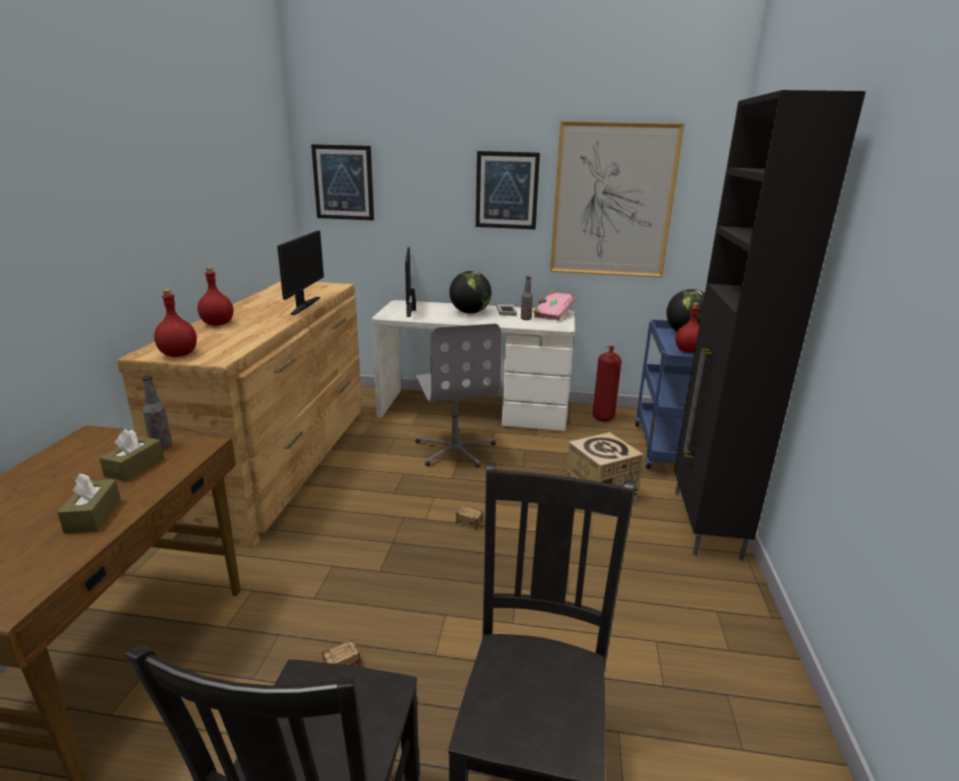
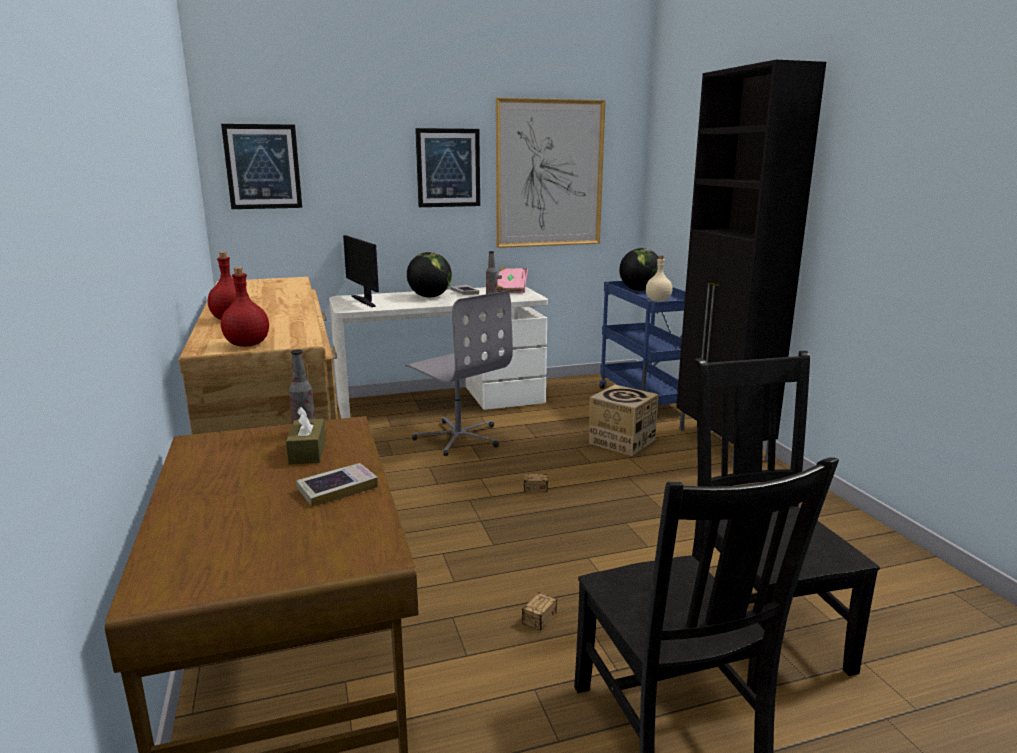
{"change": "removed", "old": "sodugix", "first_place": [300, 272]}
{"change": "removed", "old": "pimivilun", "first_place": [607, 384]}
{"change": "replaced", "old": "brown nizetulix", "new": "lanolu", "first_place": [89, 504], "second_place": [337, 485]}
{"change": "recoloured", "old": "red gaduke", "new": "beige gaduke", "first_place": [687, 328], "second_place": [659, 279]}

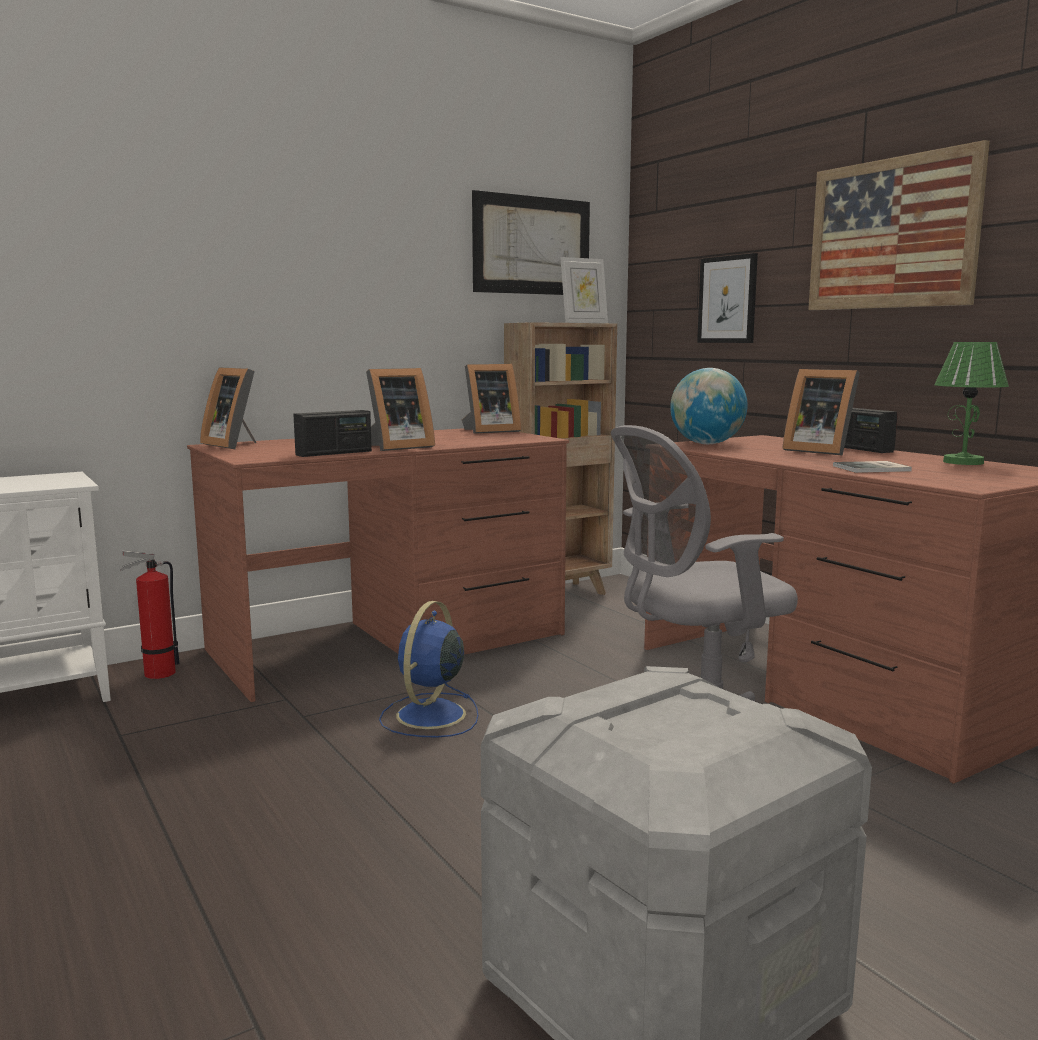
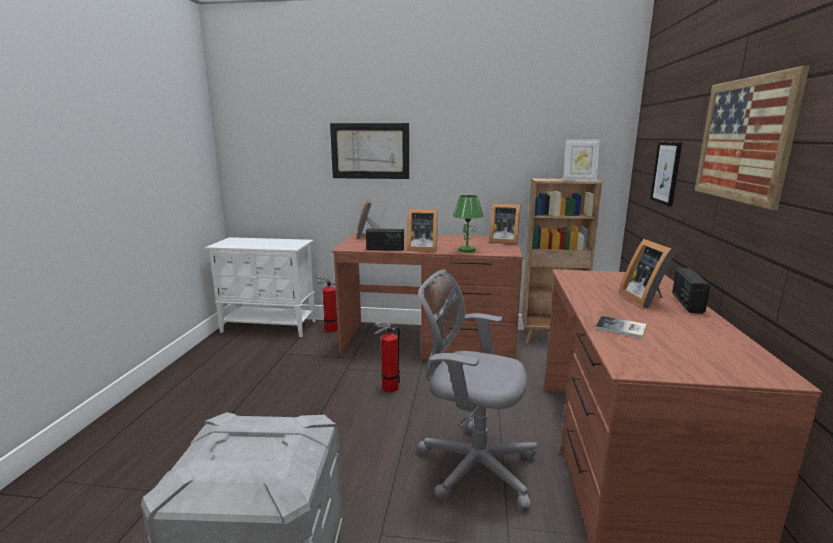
{"change": "removed", "old": "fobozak", "first_place": [709, 406]}
{"change": "moved", "old": "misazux", "first_place": [531, 242], "second_place": [369, 151]}
{"change": "moved", "old": "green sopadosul", "first_place": [971, 403], "second_place": [468, 224]}
{"change": "replaced", "old": "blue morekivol", "new": "pimivilun", "first_place": [428, 669], "second_place": [387, 357]}

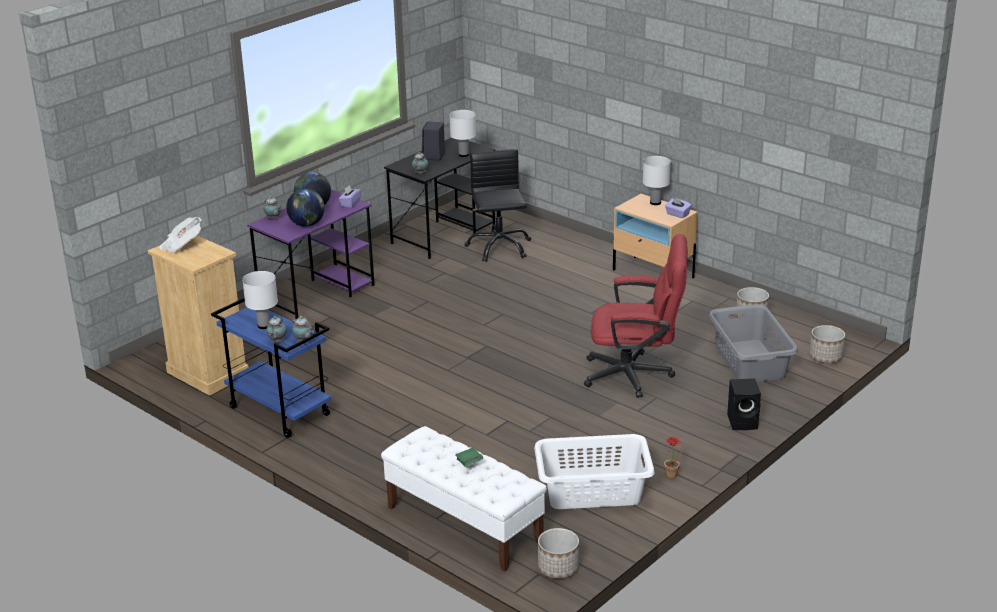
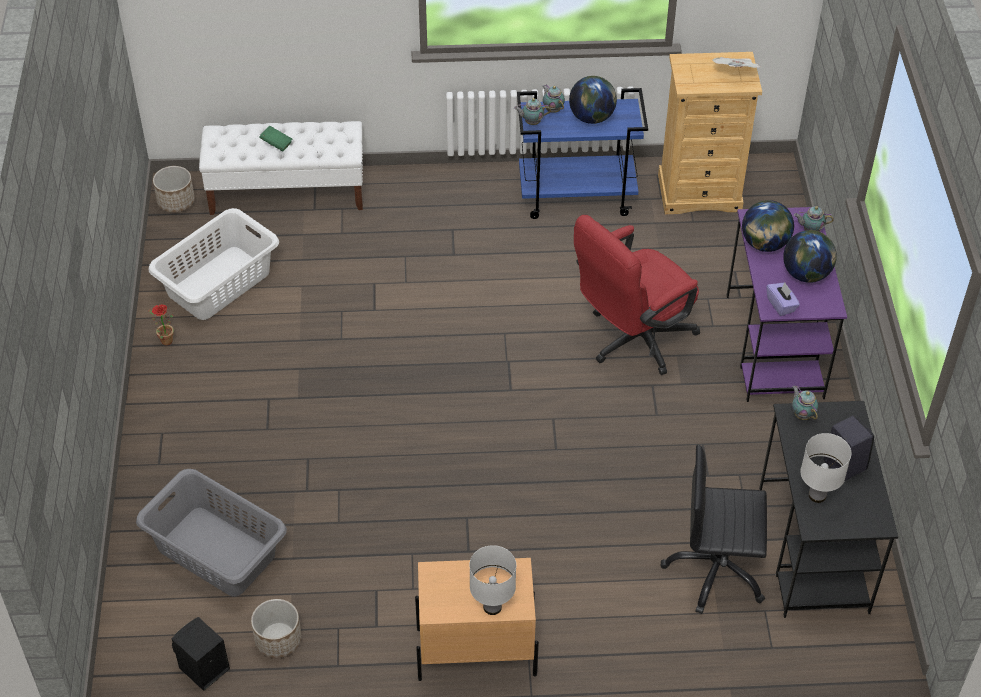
{"change": "removed", "old": "purple nizetulix", "first_place": [678, 208]}
{"change": "removed", "old": "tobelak", "first_place": [827, 344]}
{"change": "moved", "old": "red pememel", "first_place": [636, 316], "second_place": [637, 295]}
{"change": "moved", "old": "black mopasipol", "first_place": [744, 404], "second_place": [201, 654]}
{"change": "replaced", "old": "white sopadosul", "new": "fobozak", "first_place": [260, 300], "second_place": [593, 100]}
{"change": "turned", "old": "black pememel", "first_place": [497, 205], "second_place": [714, 529], "degrees": 150}

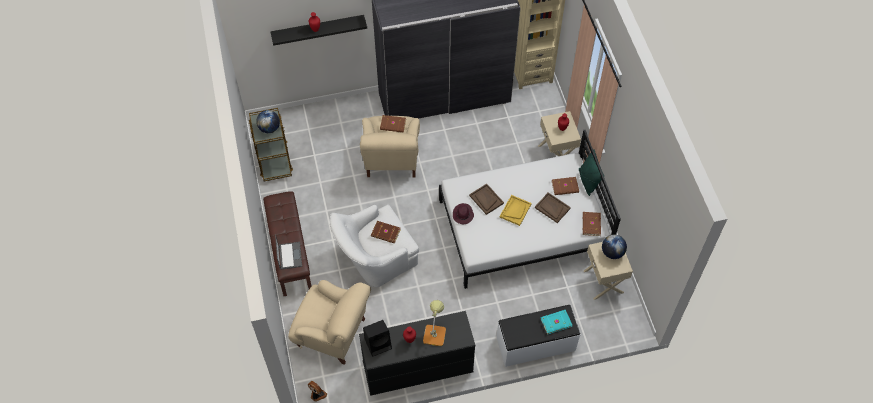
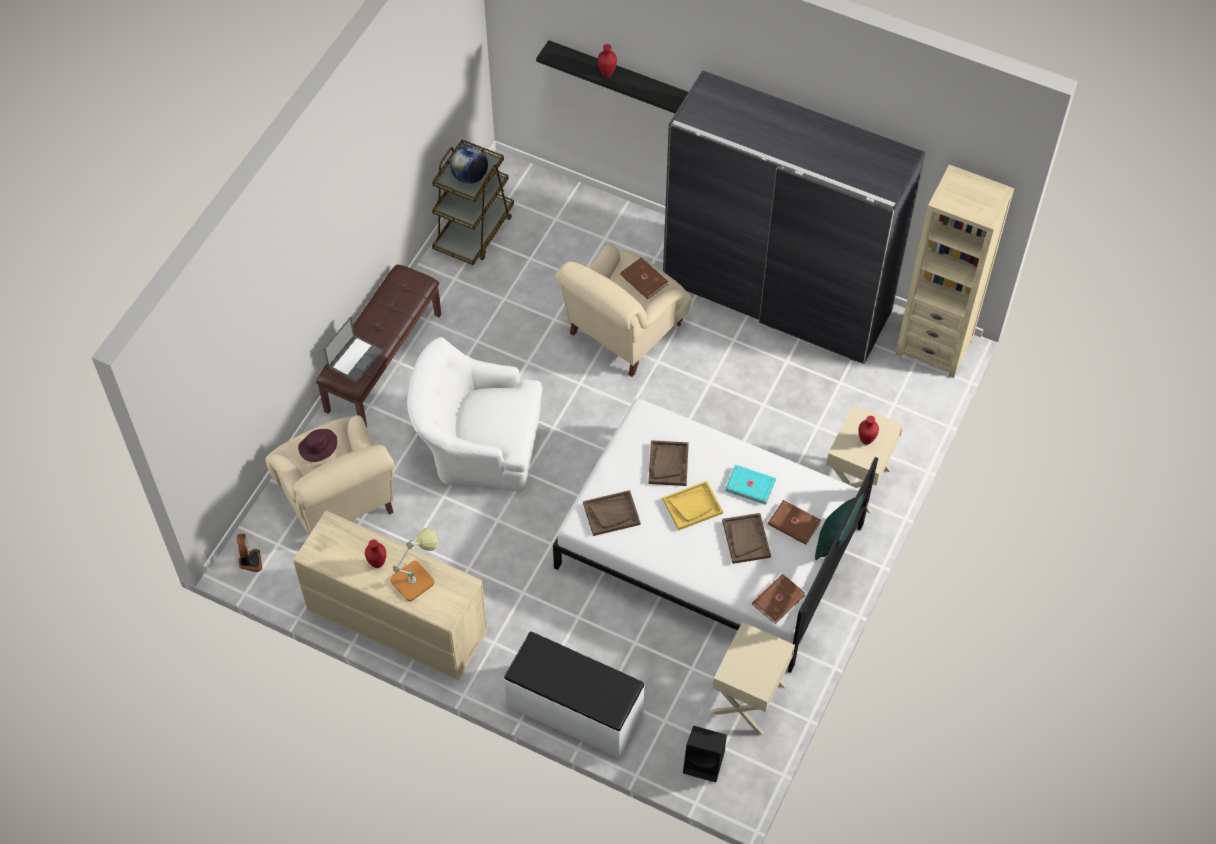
{"change": "removed", "old": "brown lanolu", "first_place": [386, 232]}
{"change": "removed", "old": "fobozak", "first_place": [614, 246]}
{"change": "added", "new": "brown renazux", "second_place": [611, 513]}
{"change": "moved", "old": "black mopasipol", "first_place": [377, 338], "second_place": [705, 754]}
{"change": "moved", "old": "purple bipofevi", "first_place": [463, 213], "second_place": [318, 445]}
{"change": "moved", "old": "turquoise lanolu", "first_place": [556, 322], "second_place": [750, 485]}
{"change": "recoloured", "old": "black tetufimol", "new": "beige tetufimol", "first_place": [417, 353], "second_place": [390, 596]}

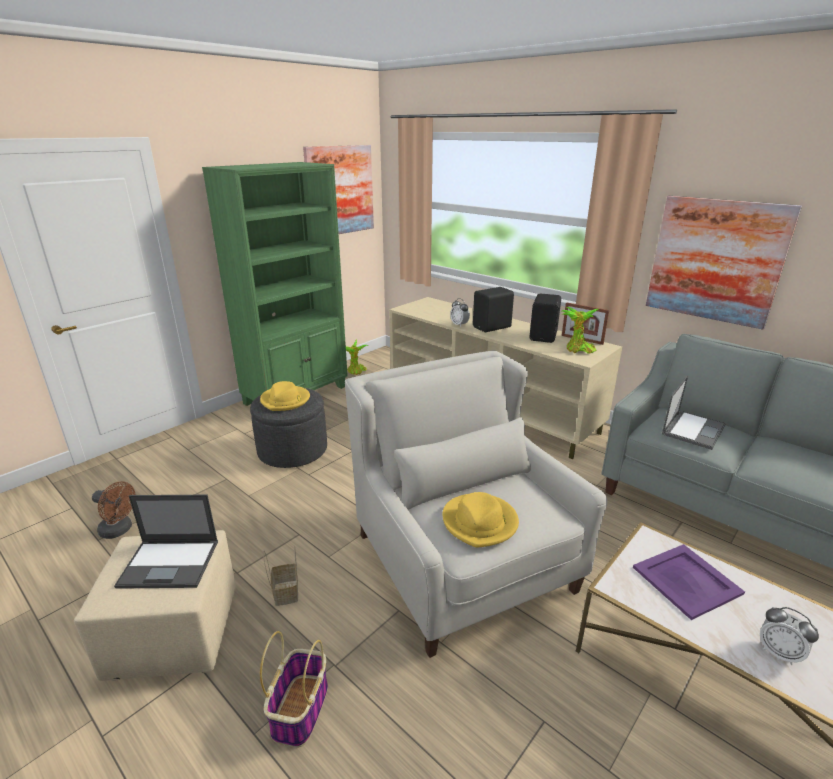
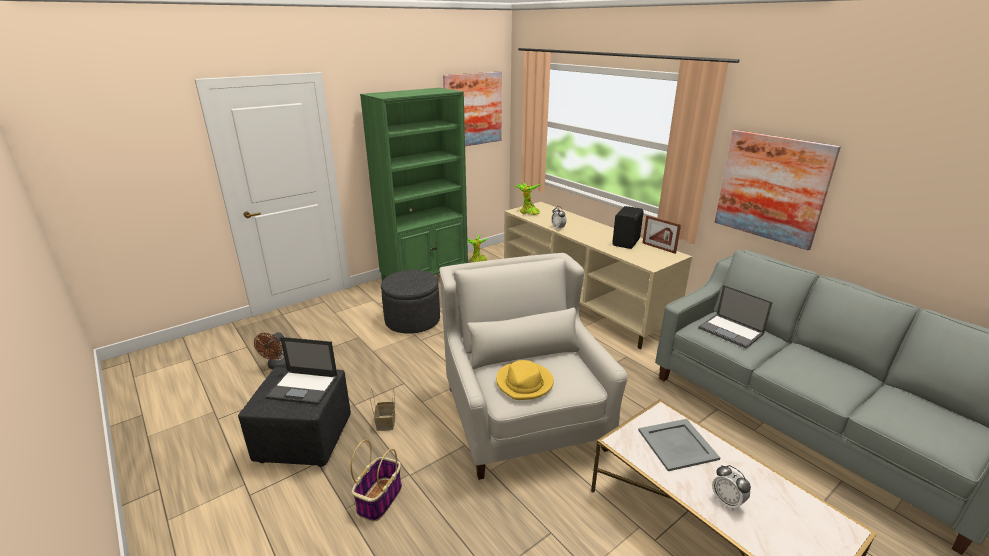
{"change": "removed", "old": "yellow bipofevi", "first_place": [285, 396]}
{"change": "removed", "old": "black mopasipol", "first_place": [493, 309]}
{"change": "moved", "old": "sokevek", "first_place": [580, 330], "second_place": [528, 199]}
{"change": "recoloured", "old": "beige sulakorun", "new": "black sulakorun", "first_place": [155, 605], "second_place": [294, 417]}
{"change": "recoloured", "old": "purple renazux", "new": "grey renazux", "first_place": [689, 582], "second_place": [679, 445]}
{"change": "turned", "old": "brown morekivol", "first_place": [114, 510], "second_place": [270, 350], "degrees": 75}
{"change": "turned", "old": "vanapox", "first_place": [694, 413], "second_place": [735, 317], "degrees": 90}

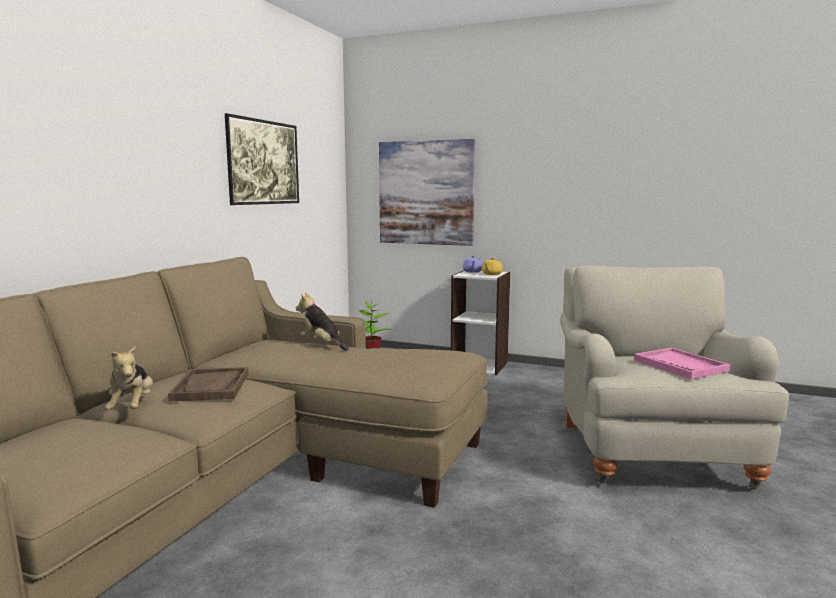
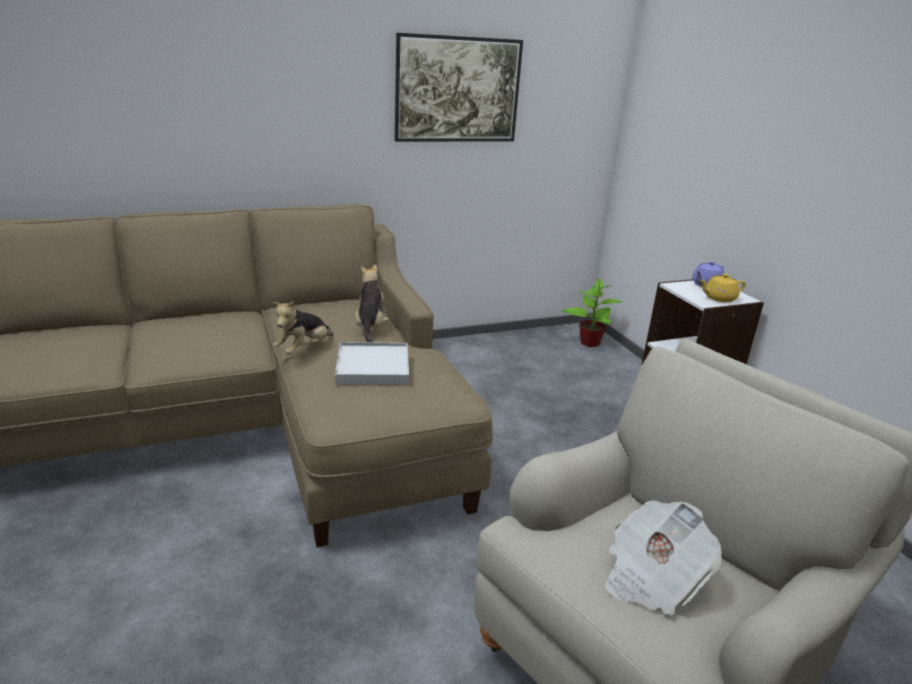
{"change": "removed", "old": "brown renazux", "first_place": [208, 384]}
{"change": "removed", "old": "misazux", "first_place": [427, 192]}
{"change": "added", "new": "white renazux", "second_place": [372, 363]}
{"change": "moved", "old": "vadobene", "first_place": [129, 377], "second_place": [302, 327]}
{"change": "replaced", "old": "pink renazux", "new": "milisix", "first_place": [682, 363], "second_place": [663, 557]}

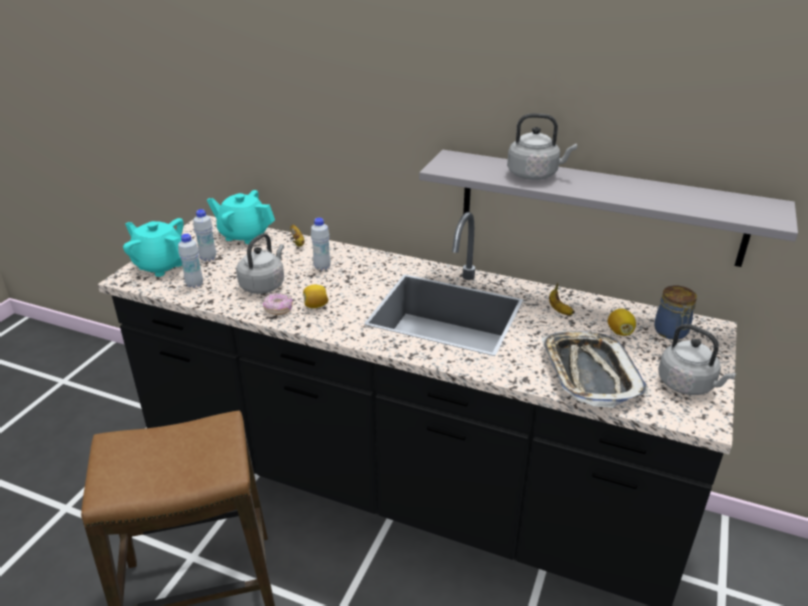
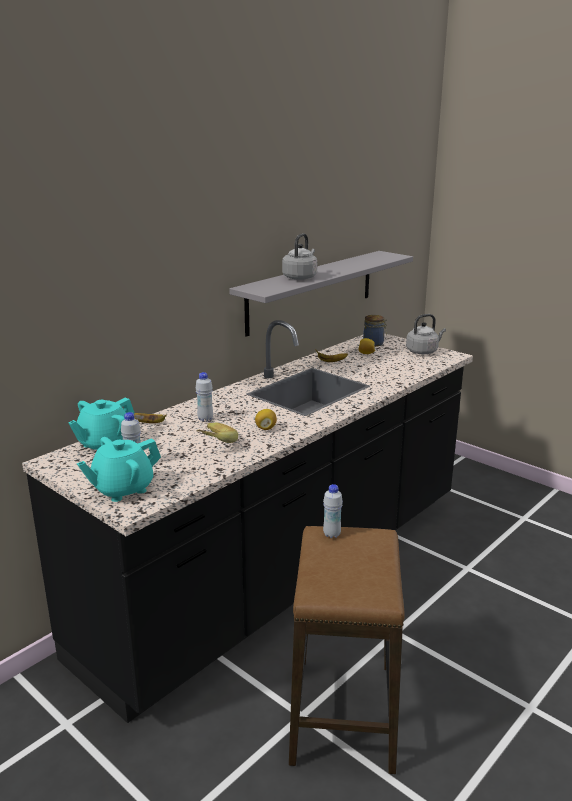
{"change": "removed", "old": "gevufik", "first_place": [278, 304]}
{"change": "removed", "old": "renazux", "first_place": [594, 369]}
{"change": "moved", "old": "white gaduke", "first_place": [190, 261], "second_place": [333, 511]}
{"change": "replaced", "old": "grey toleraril", "new": "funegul", "first_place": [260, 263], "second_place": [217, 433]}

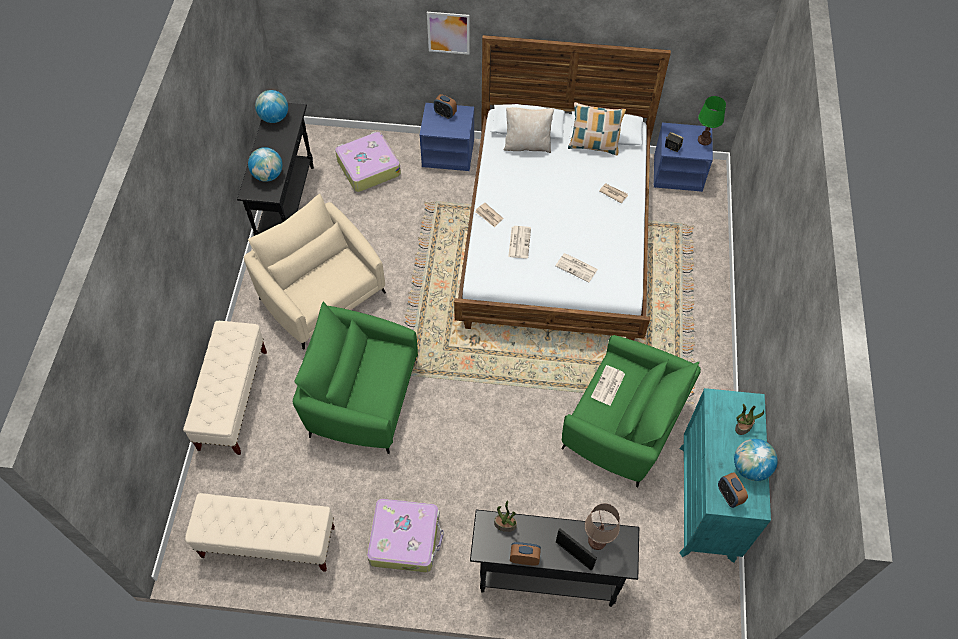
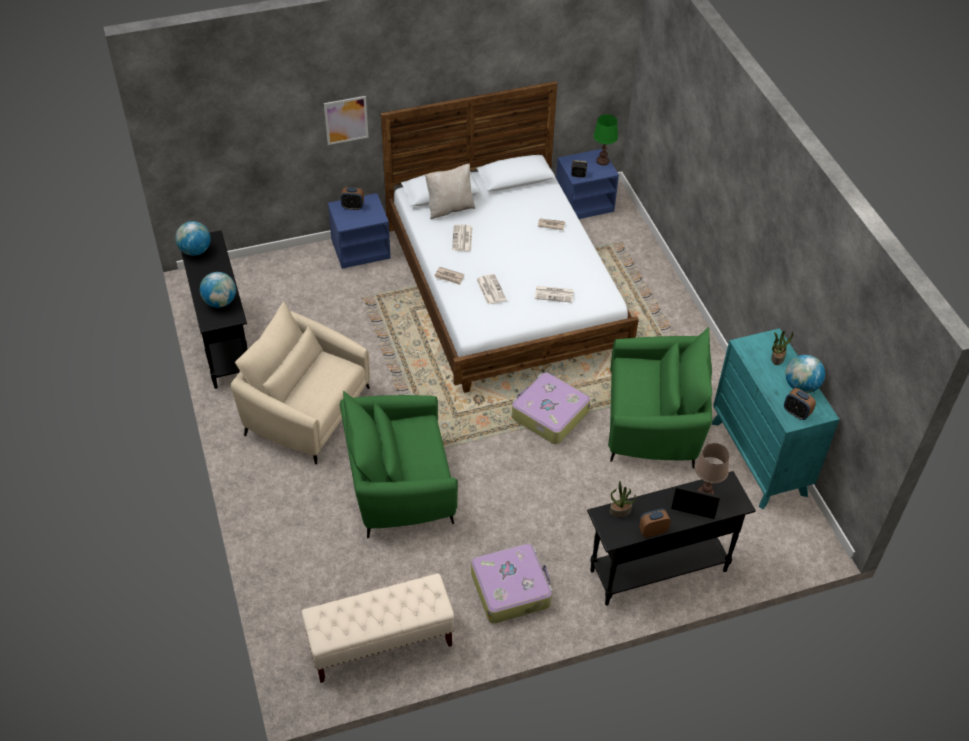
{"change": "removed", "old": "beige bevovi", "first_place": [225, 388]}
{"change": "removed", "old": "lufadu", "first_place": [597, 128]}
{"change": "moved", "old": "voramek", "first_place": [368, 161], "second_place": [551, 408]}
{"change": "moved", "old": "milisix", "first_place": [608, 385], "second_place": [462, 237]}

